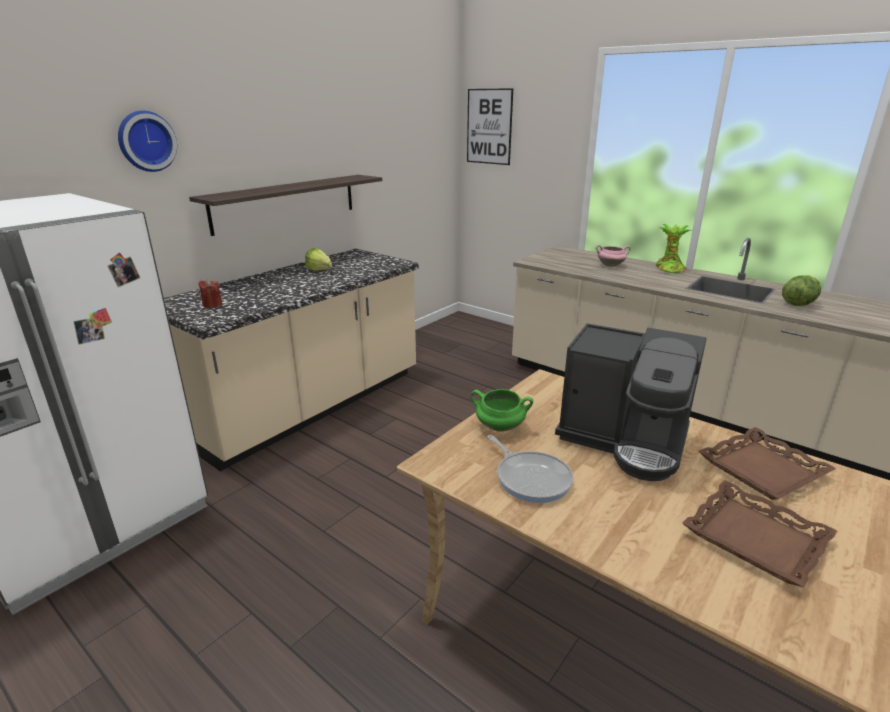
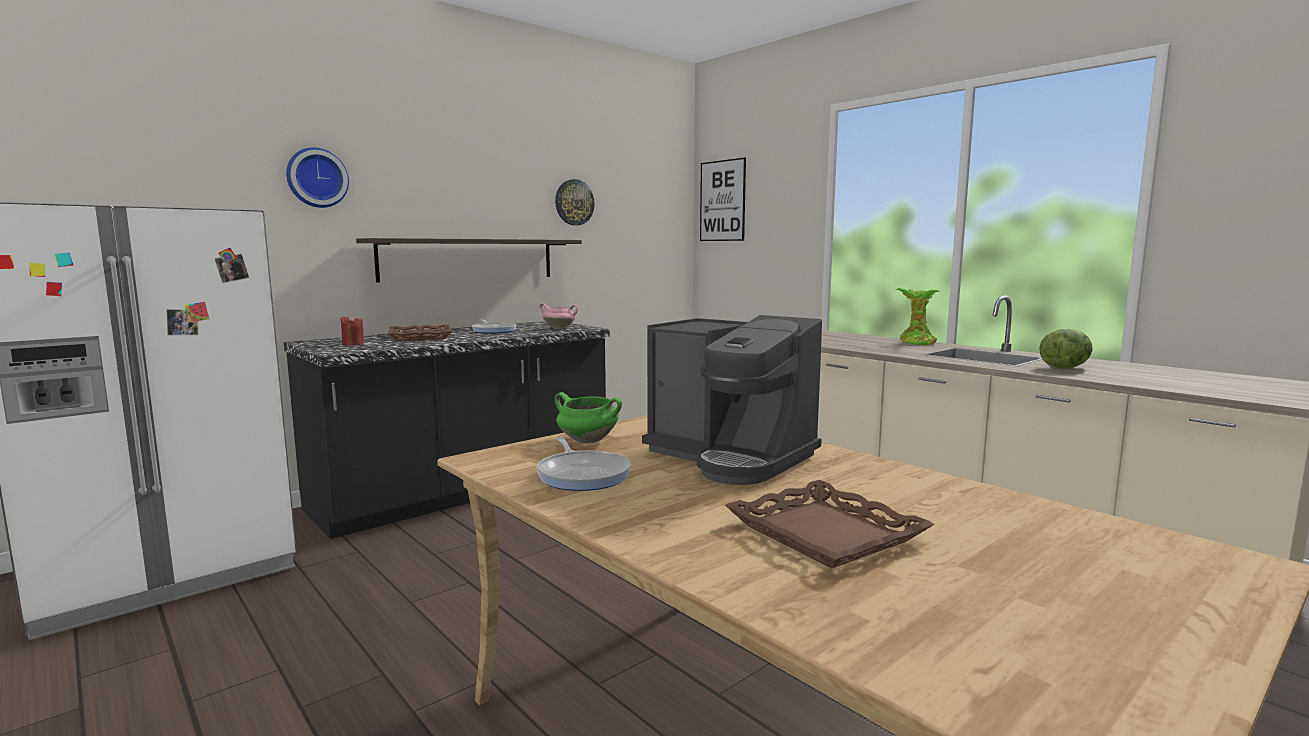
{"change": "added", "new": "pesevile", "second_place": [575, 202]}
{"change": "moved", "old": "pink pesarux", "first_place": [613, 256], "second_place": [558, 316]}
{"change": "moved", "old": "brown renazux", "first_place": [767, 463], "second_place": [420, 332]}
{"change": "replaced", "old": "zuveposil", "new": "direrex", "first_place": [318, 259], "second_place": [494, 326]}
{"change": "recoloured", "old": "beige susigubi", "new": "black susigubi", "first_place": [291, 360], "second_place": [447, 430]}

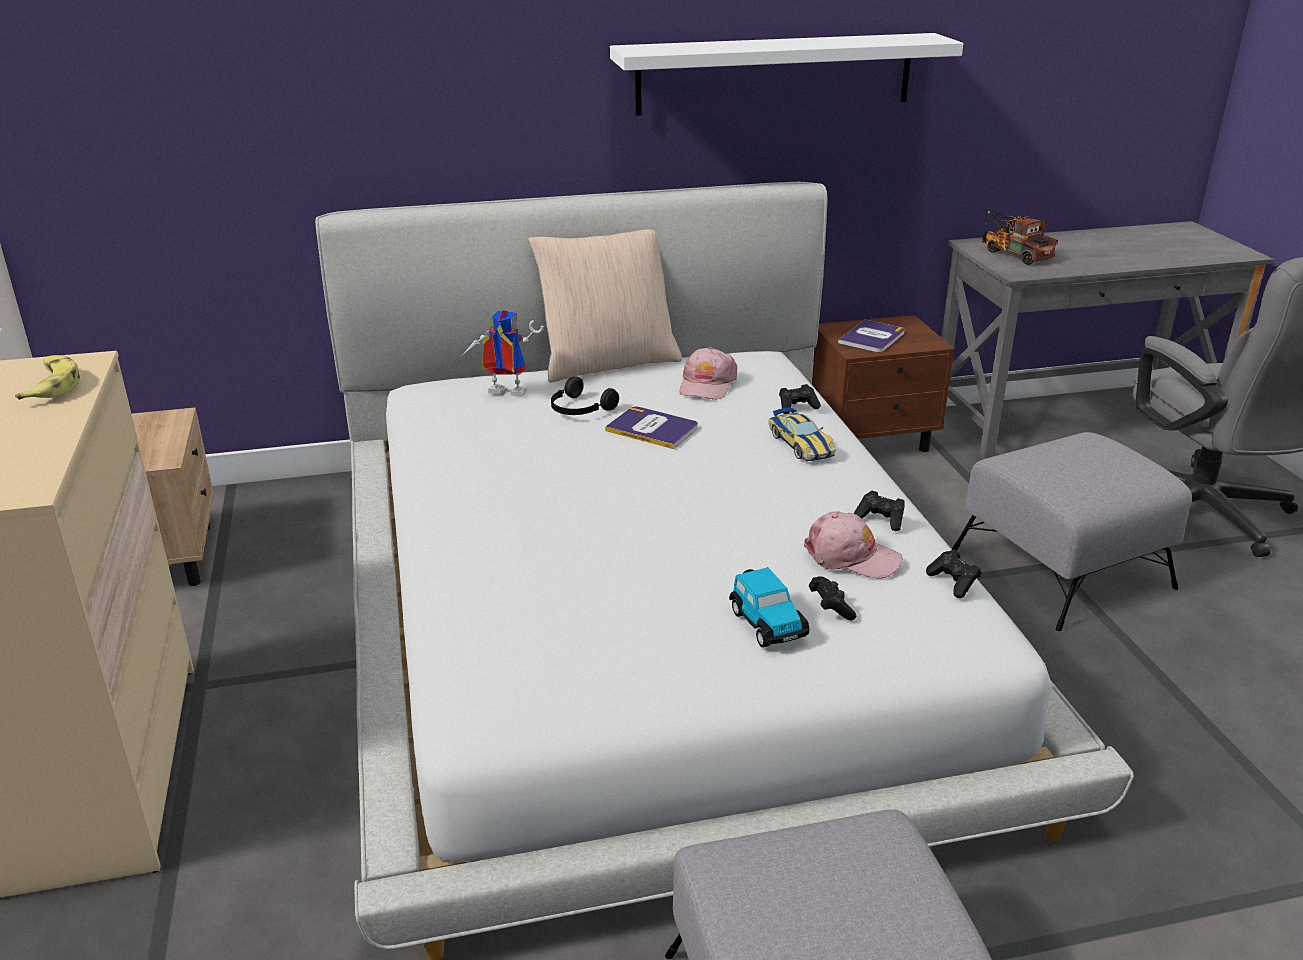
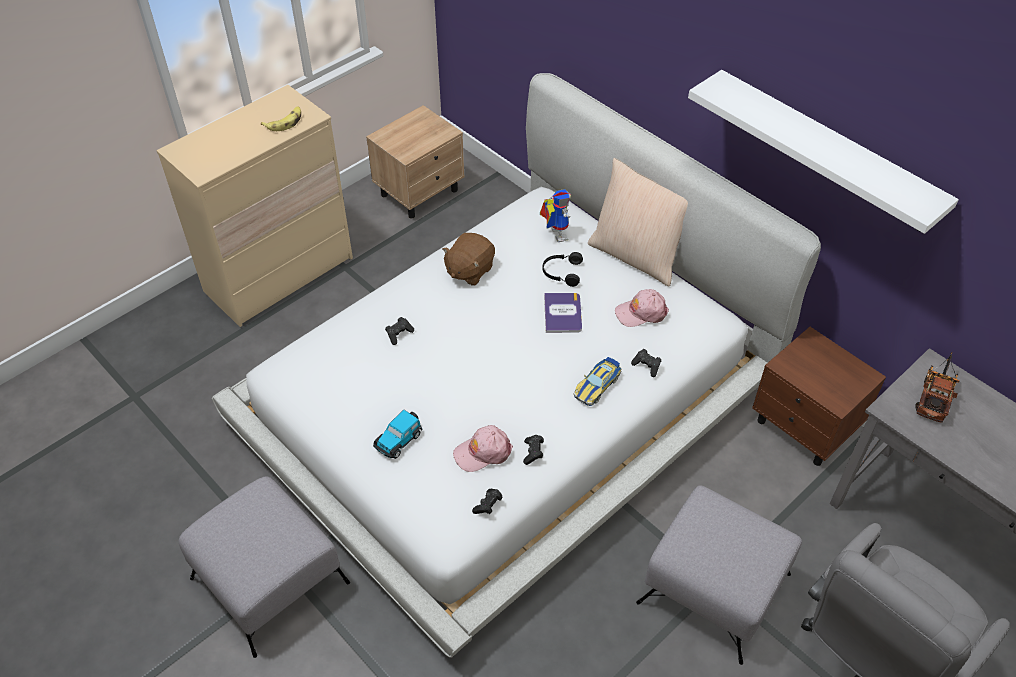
{"change": "removed", "old": "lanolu", "first_place": [871, 336]}
{"change": "added", "new": "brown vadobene", "second_place": [468, 259]}
{"change": "moved", "old": "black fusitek", "first_place": [833, 598], "second_place": [399, 331]}
{"change": "turned", "old": "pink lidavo", "first_place": [853, 545], "second_place": [483, 448], "degrees": 75}

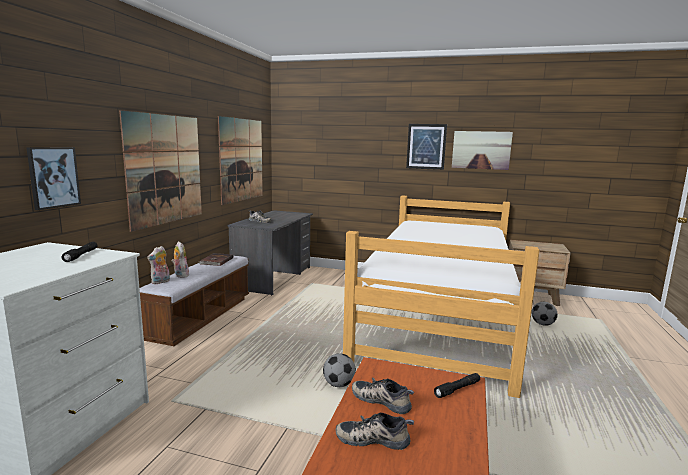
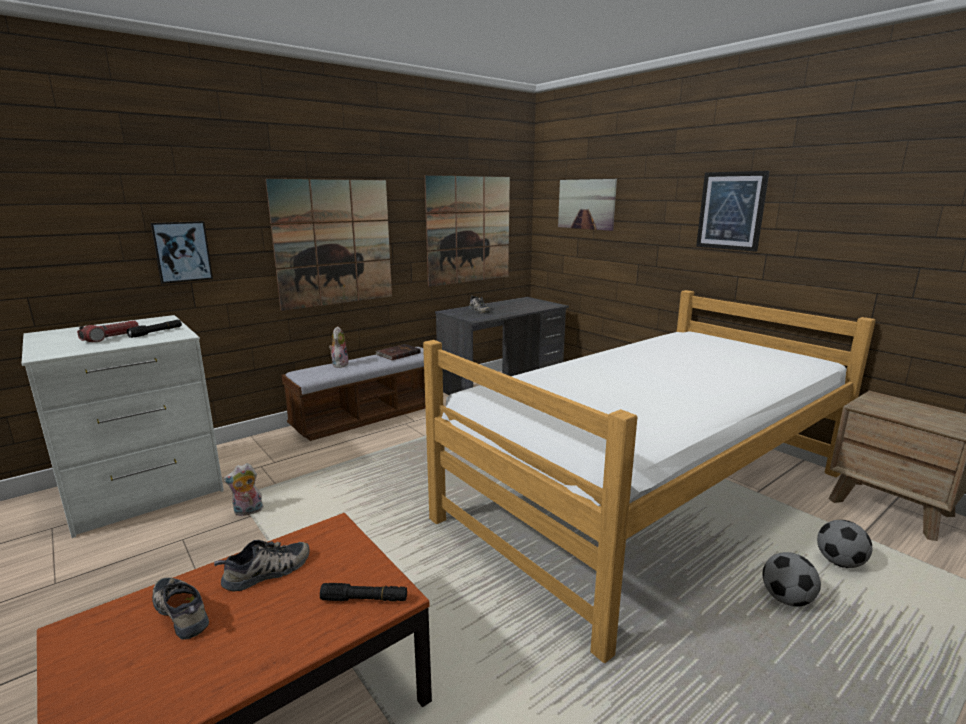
{"change": "added", "new": "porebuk", "second_place": [108, 331]}
{"change": "moved", "old": "vadobene", "first_place": [158, 265], "second_place": [243, 489]}
{"change": "moved", "old": "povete", "first_place": [339, 370], "second_place": [791, 579]}
{"change": "moved", "old": "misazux", "first_place": [482, 150], "second_place": [587, 205]}
{"change": "turned", "old": "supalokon", "first_place": [383, 396], "second_place": [261, 566], "degrees": 75}

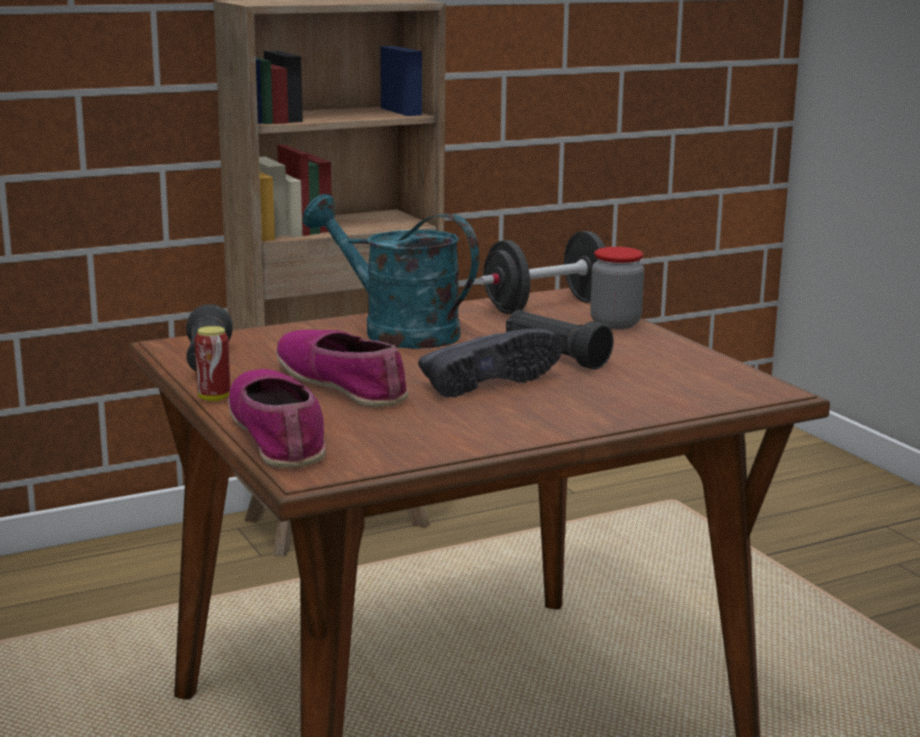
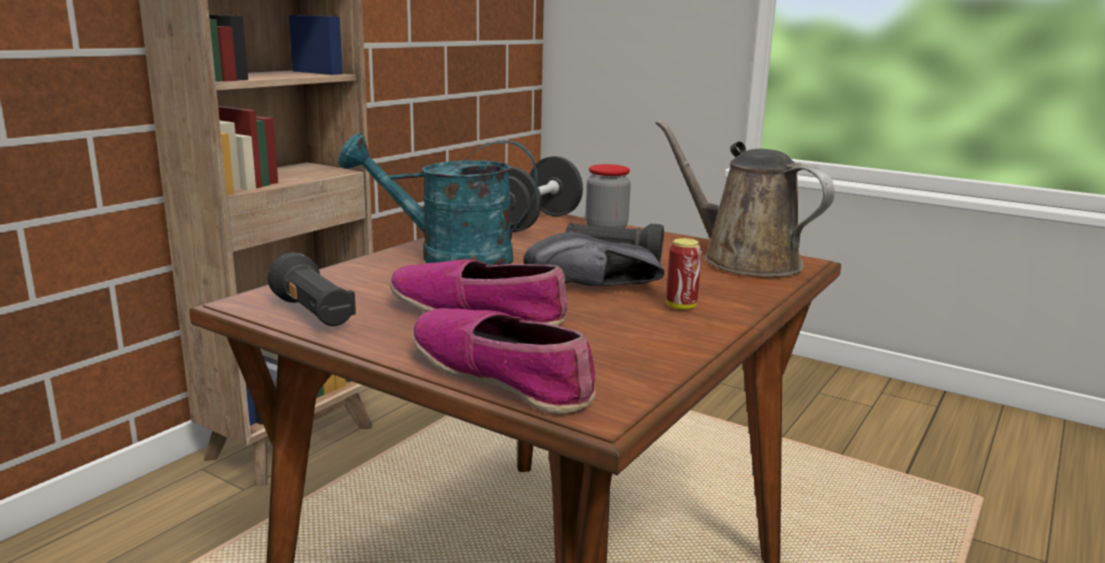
{"change": "added", "new": "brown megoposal", "second_place": [745, 198]}
{"change": "moved", "old": "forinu", "first_place": [212, 363], "second_place": [684, 274]}
{"change": "turned", "old": "black supalokon", "first_place": [490, 363], "second_place": [594, 259], "degrees": -135}

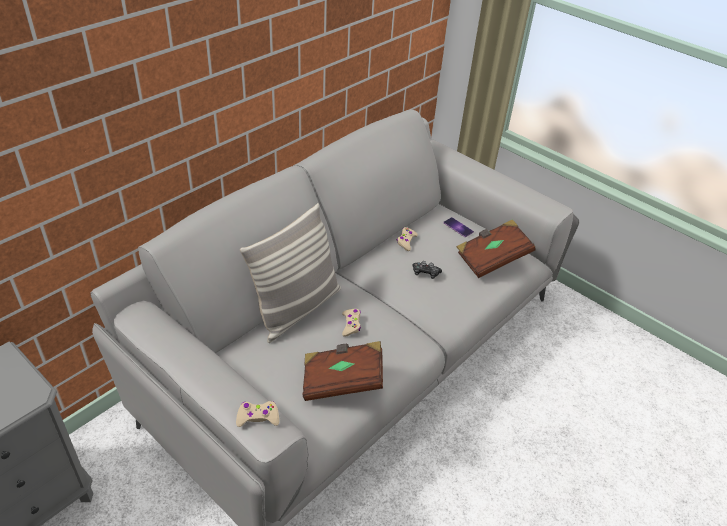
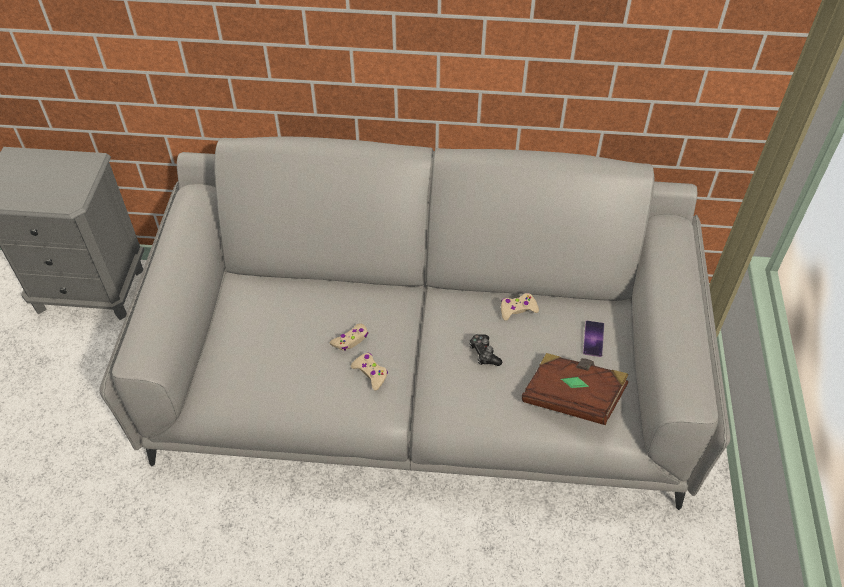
{"change": "removed", "old": "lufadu", "first_place": [290, 273]}
{"change": "removed", "old": "brown lanolu", "first_place": [343, 371]}
{"change": "moved", "old": "beige fusitek", "first_place": [257, 414], "second_place": [369, 371]}

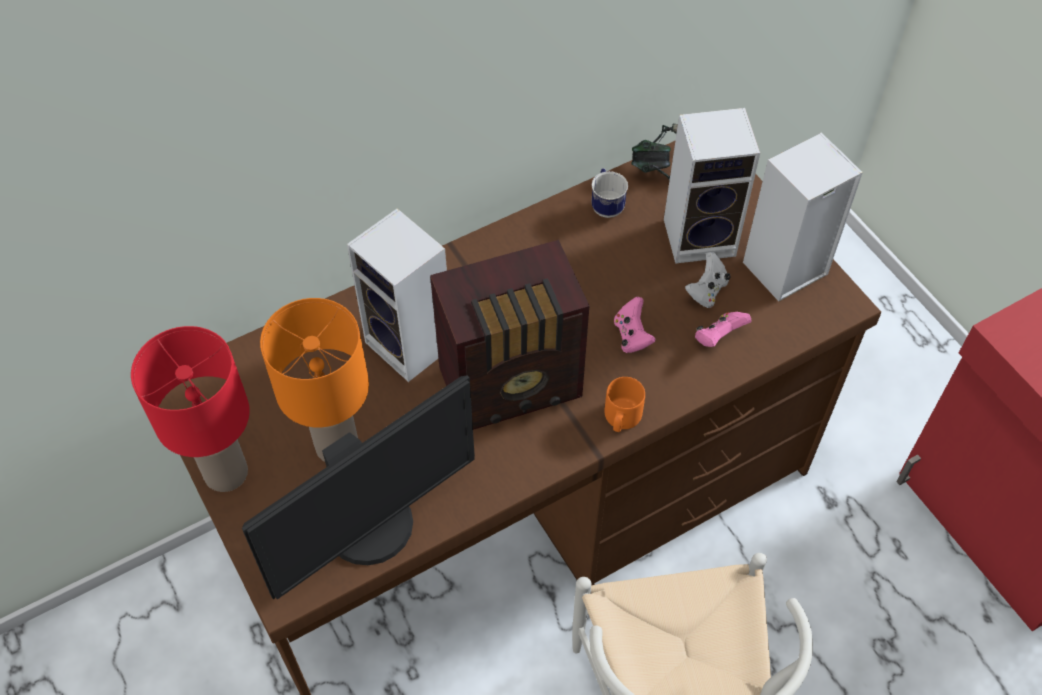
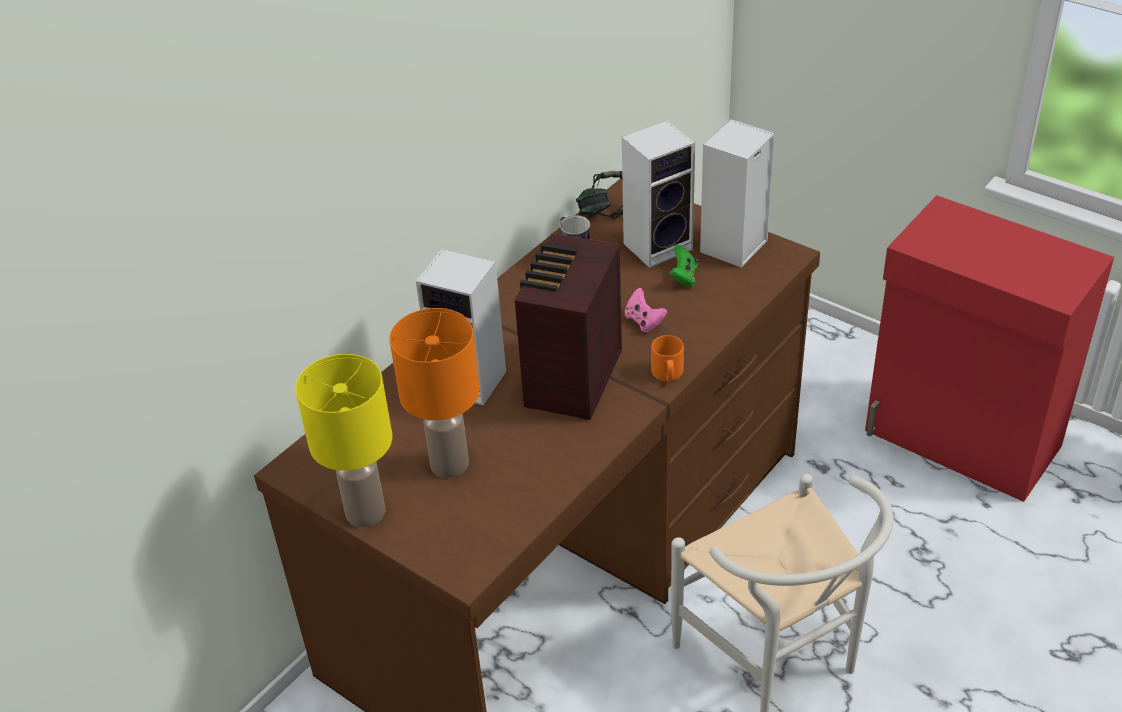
{"change": "removed", "old": "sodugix", "first_place": [358, 487]}
{"change": "removed", "old": "pink fusitek", "first_place": [723, 329]}
{"change": "recoloured", "old": "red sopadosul", "new": "yellow sopadosul", "first_place": [190, 409], "second_place": [343, 440]}
{"change": "recoloured", "old": "white fusitek", "new": "green fusitek", "first_place": [708, 280], "second_place": [683, 266]}
{"change": "turned", "old": "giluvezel", "first_place": [509, 335], "second_place": [568, 326], "degrees": 150}

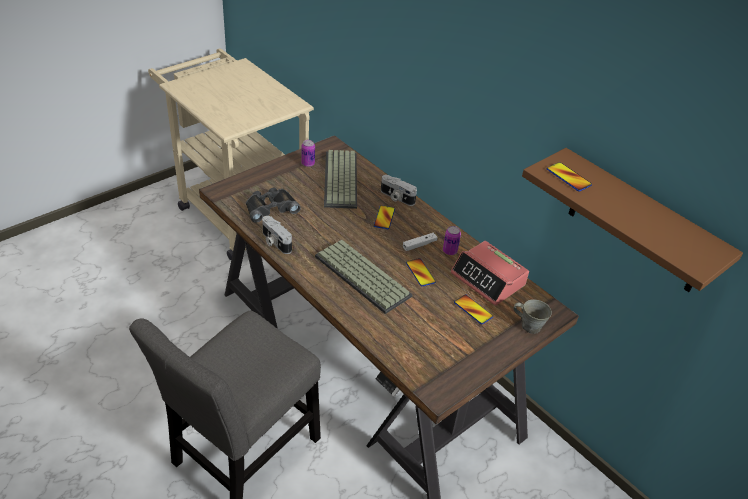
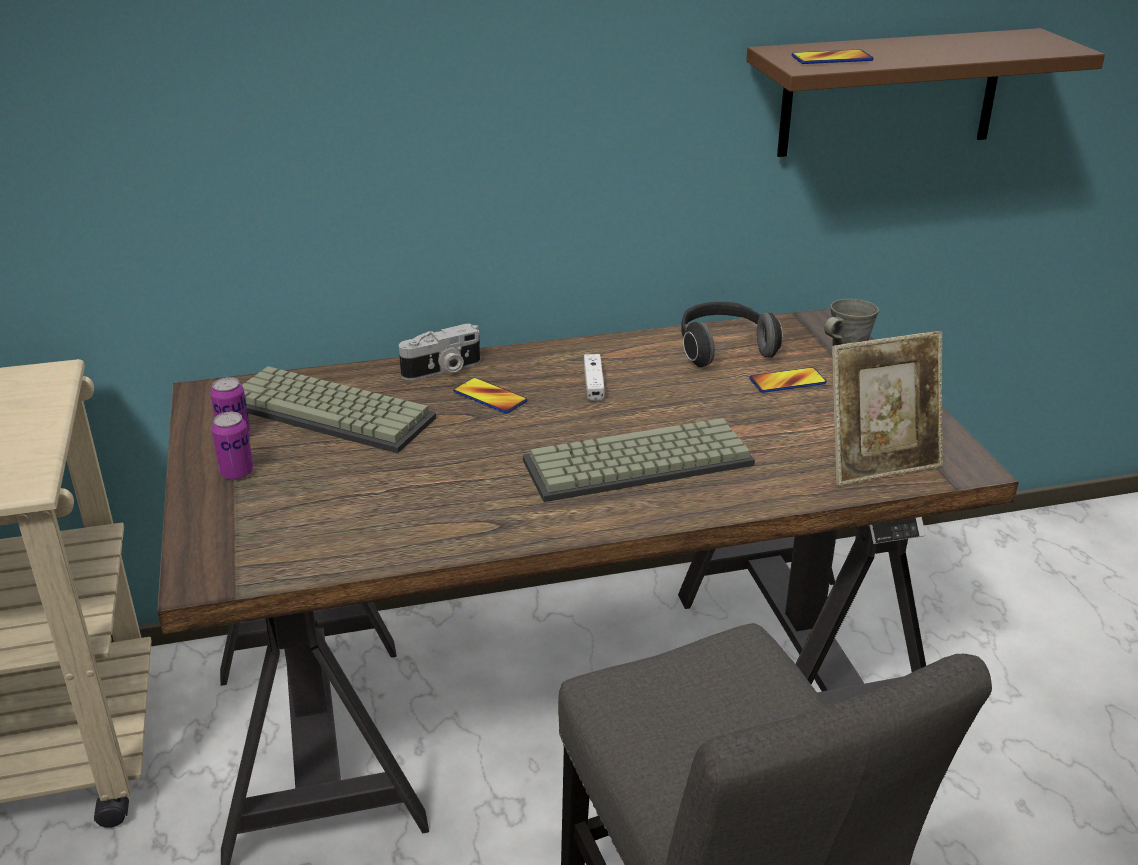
{"change": "removed", "old": "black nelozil", "first_place": [273, 205]}
{"change": "removed", "old": "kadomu", "first_place": [277, 235]}
{"change": "removed", "old": "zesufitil", "first_place": [421, 272]}
{"change": "added", "new": "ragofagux", "second_place": [887, 408]}
{"change": "moved", "old": "forinu", "first_place": [452, 240], "second_place": [232, 446]}
{"change": "replaced", "old": "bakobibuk", "new": "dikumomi", "first_place": [490, 273], "second_place": [732, 334]}

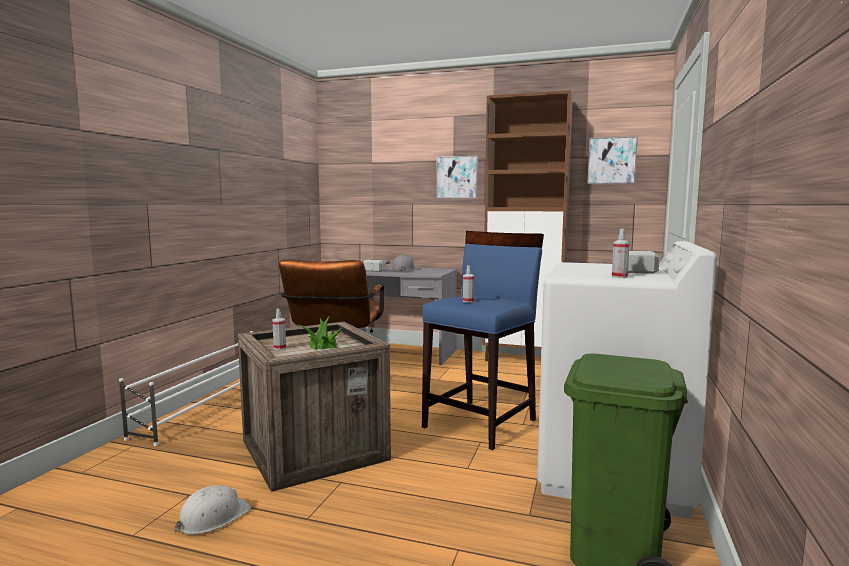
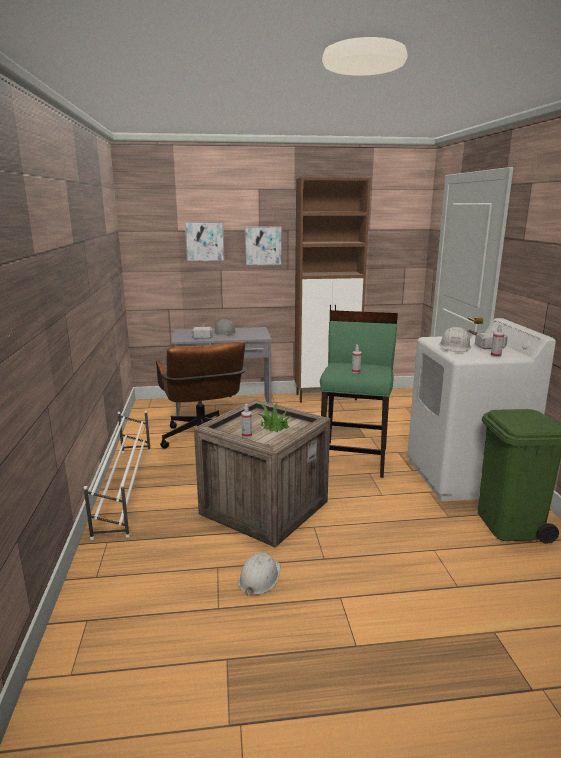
{"change": "added", "new": "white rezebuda", "second_place": [455, 339]}
{"change": "moved", "old": "misazux", "first_place": [612, 160], "second_place": [204, 241]}
{"change": "recoloured", "old": "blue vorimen", "new": "green vorimen", "first_place": [483, 340], "second_place": [359, 394]}

